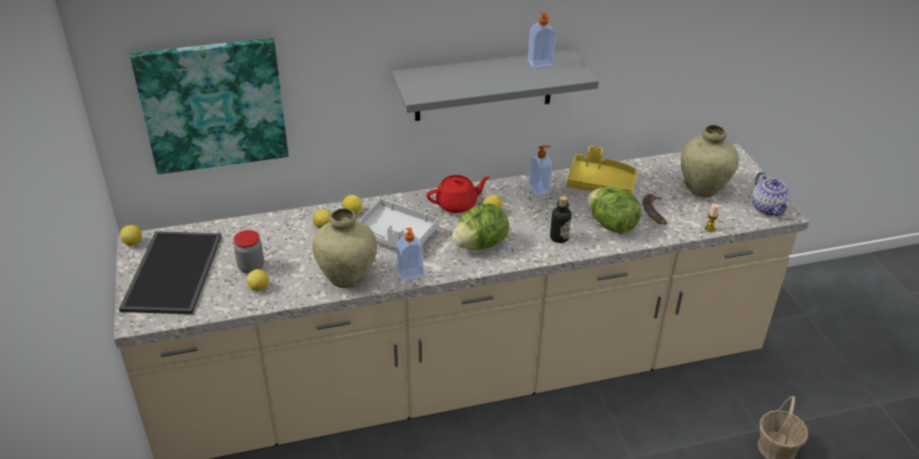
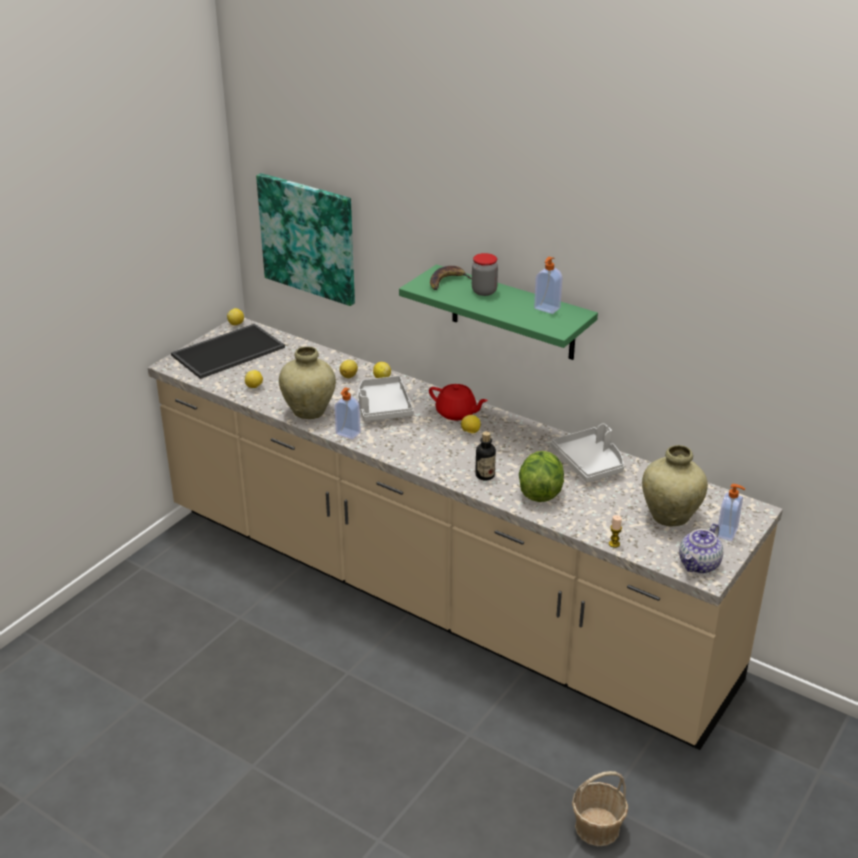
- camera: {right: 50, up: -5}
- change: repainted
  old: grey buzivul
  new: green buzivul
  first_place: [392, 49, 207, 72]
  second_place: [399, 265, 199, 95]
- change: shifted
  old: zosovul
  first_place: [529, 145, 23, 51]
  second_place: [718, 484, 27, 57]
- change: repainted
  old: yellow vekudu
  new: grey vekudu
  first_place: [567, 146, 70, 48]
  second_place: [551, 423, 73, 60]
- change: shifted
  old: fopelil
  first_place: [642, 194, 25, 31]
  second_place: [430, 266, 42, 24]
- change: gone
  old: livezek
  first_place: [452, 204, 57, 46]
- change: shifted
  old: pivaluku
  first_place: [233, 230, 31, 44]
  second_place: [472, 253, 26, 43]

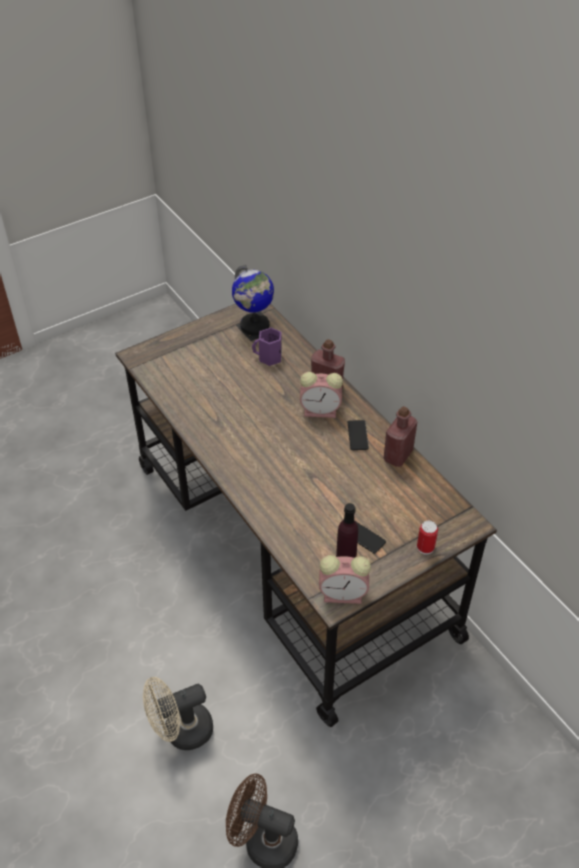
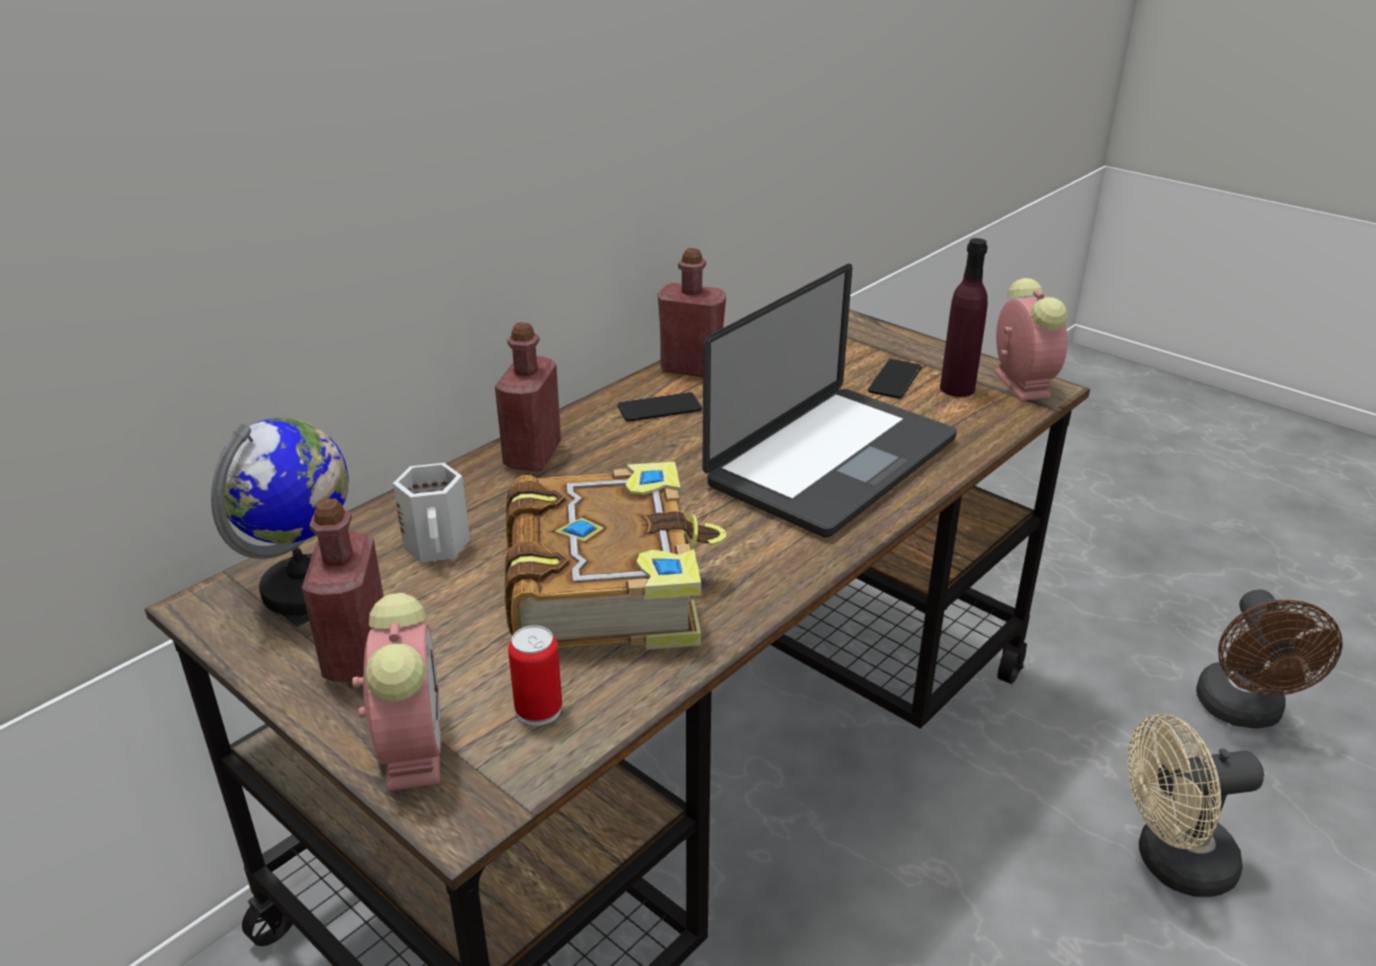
- camera: {right: -105, up: -15}
- change: repainted
  old: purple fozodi
  new: white fozodi
  first_place: [252, 328, 30, 38]
  second_place: [393, 463, 77, 99]
- change: shifted
  old: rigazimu
  first_place: [300, 372, 43, 46]
  second_place: [352, 593, 89, 198]
- change: shifted
  old: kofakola
  first_place: [417, 521, 21, 34]
  second_place: [508, 625, 54, 101]
- change: rotated
  old: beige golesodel
  first_place: [143, 677, 70, 73]
  second_place: [1127, 714, 137, 183]
  degrees: 120
- change: new
  new: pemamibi
  second_place: [702, 264, 255, 273]
- change: new
  new: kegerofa
  second_place: [505, 462, 222, 188]
- change: new
  new: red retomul
  second_place: [302, 499, 82, 183]

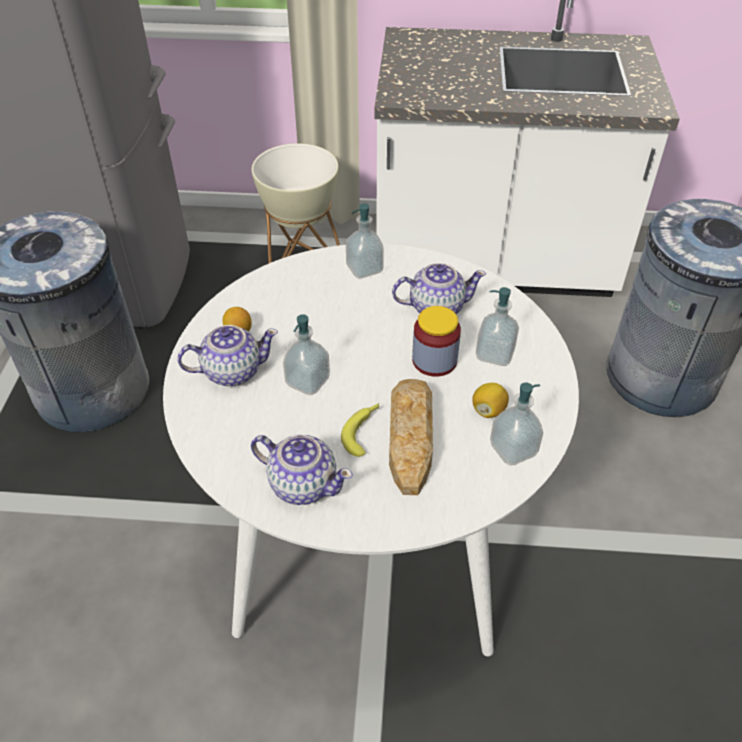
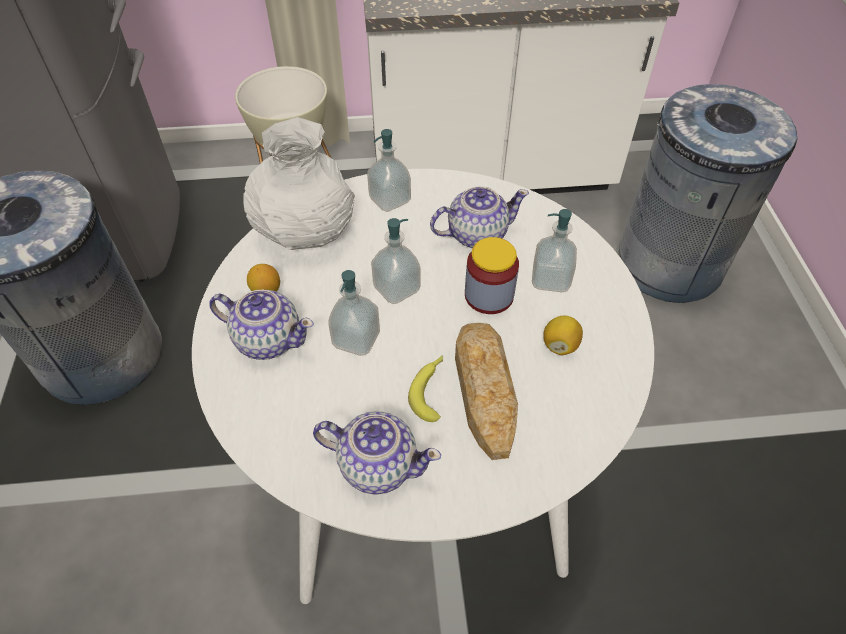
- camera: {right: -10, up: 5}
- change: rotated
  old: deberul
  first_place: [177, 325, 101, 61]
  second_place: [209, 290, 105, 70]
  degrees: 45
- change: shifted
  old: zosovul
  first_place: [490, 382, 53, 83]
  second_place: [371, 218, 50, 86]
- change: new
  new: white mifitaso
  second_place: [243, 117, 112, 133]

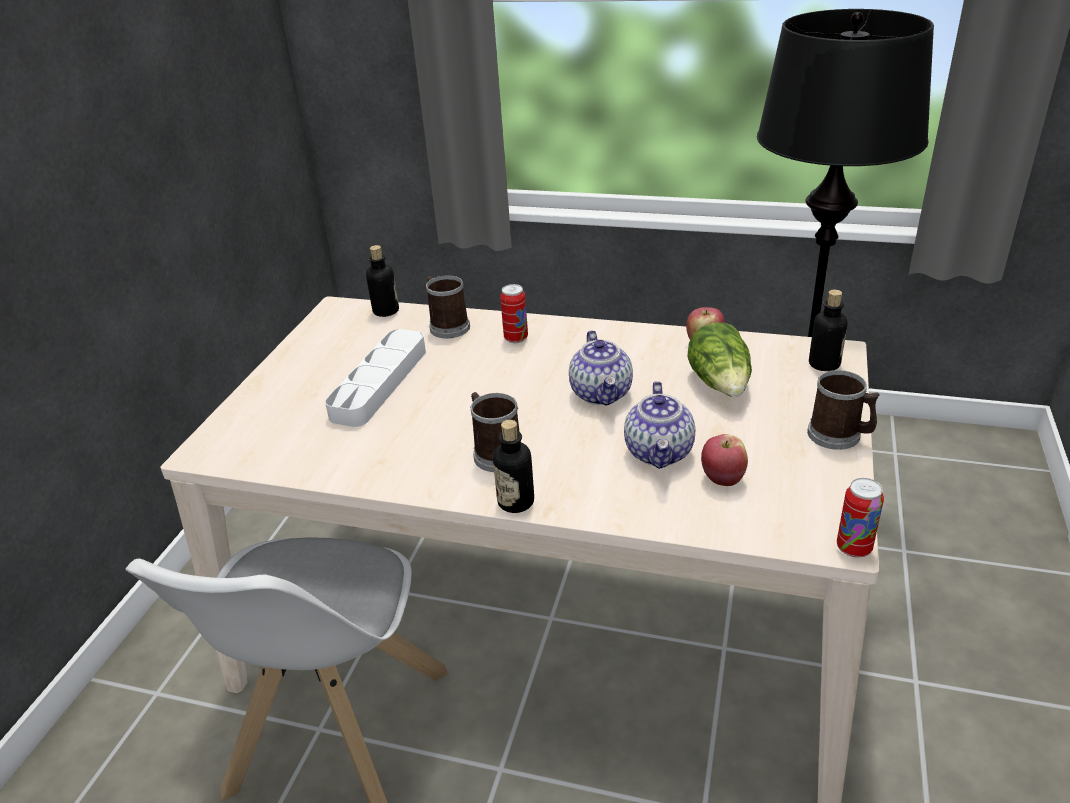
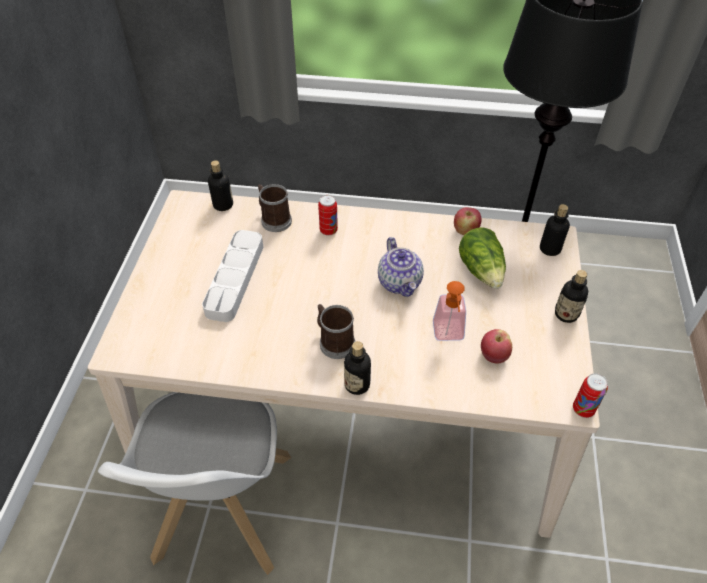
- camera: {right: -10, up: 15}
- change: swapped
  old: fozodi
  new: retomul
  first_place: [807, 370, 72, 80]
  second_place: [555, 270, 33, 53]
- change: swapped
  old: deberul
  new: zosovul
  first_place: [624, 381, 71, 88]
  second_place: [433, 281, 33, 60]

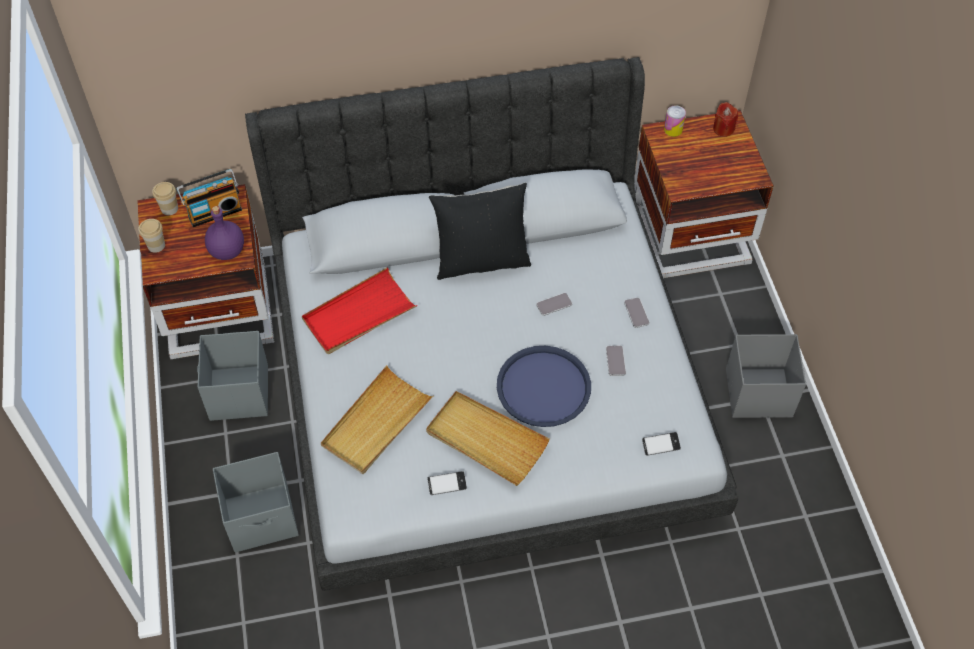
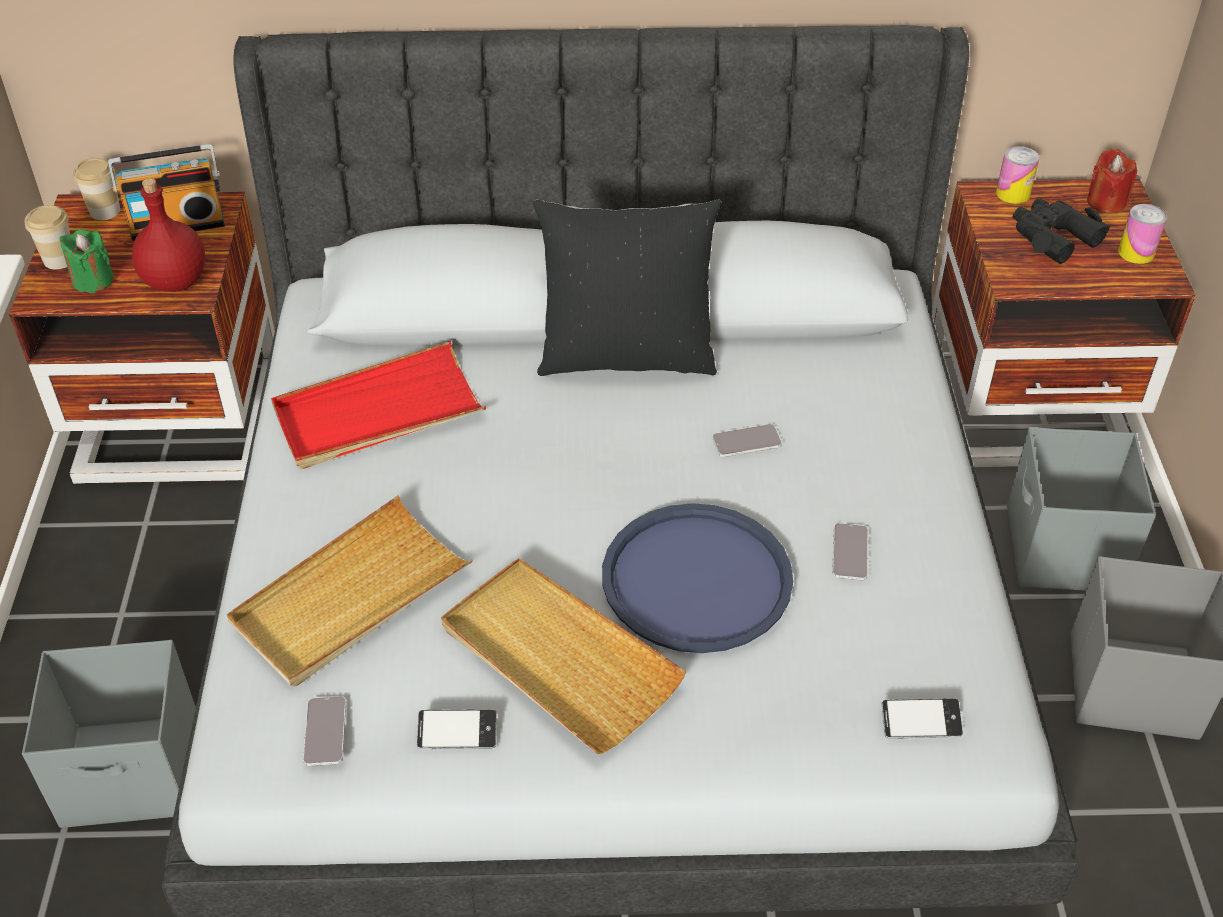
- camera: {right: 10, up: -10}
- change: repainted
  old: purple retomul
  new: red retomul
  first_place: [205, 206, 39, 54]
  second_place: [132, 178, 73, 114]
- change: shifted
  old: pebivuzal
  first_place: [624, 297, 25, 31]
  second_place: [303, 696, 43, 70]
- change: shifted
  old: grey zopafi
  first_place: [197, 331, 71, 90]
  second_place: [1007, 427, 149, 164]
- change: new
  new: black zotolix
  second_place: [1013, 198, 97, 66]
- change: new
  new: kofakola
  second_place: [1118, 204, 49, 60]
- change: new
  new: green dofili
  second_place: [60, 229, 54, 64]

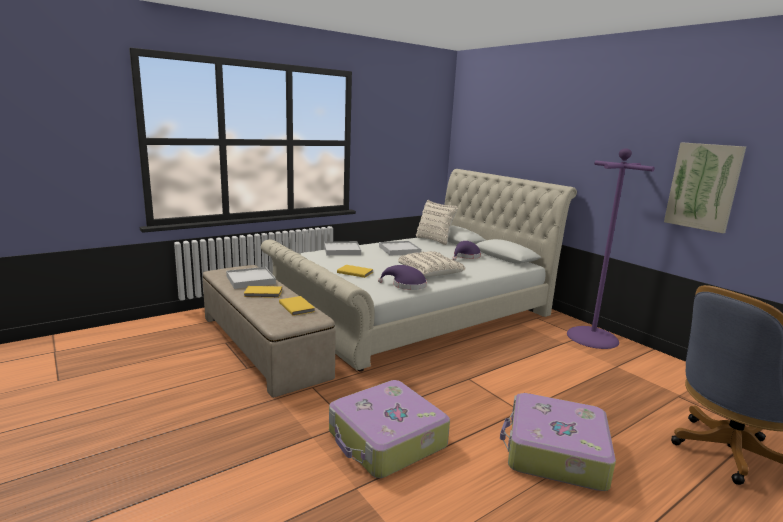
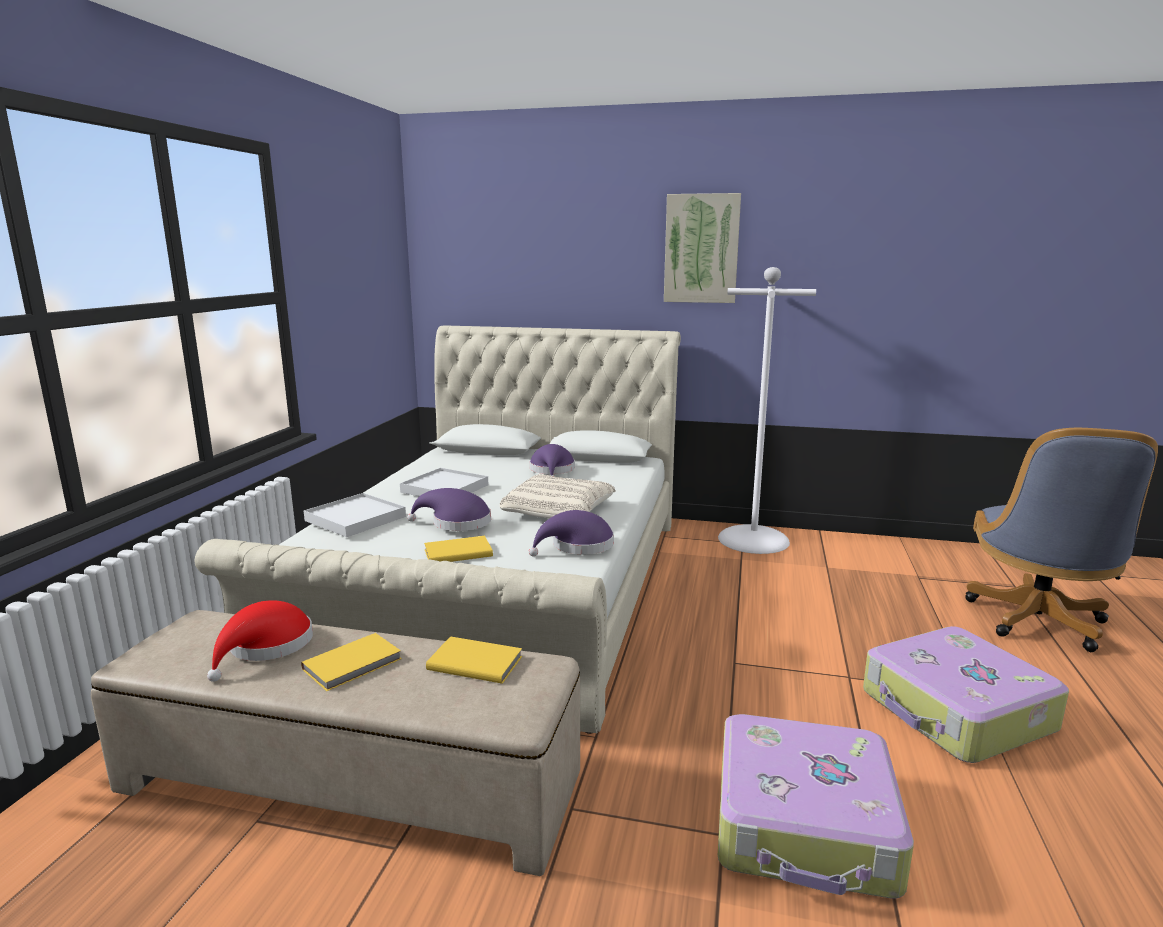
- camera: {right: -40, up: 0}
- change: shifted
  old: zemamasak
  first_place: [664, 142, 82, 91]
  second_place: [664, 193, 77, 110]
- change: repainted
  old: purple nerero
  new: white nerero
  first_place: [567, 148, 88, 201]
  second_place: [718, 267, 98, 287]
- change: gone
  old: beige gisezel
  first_place: [416, 200, 42, 45]
- change: swapped
  old: white vekudu
  new: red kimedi
  first_place: [226, 267, 50, 22]
  second_place: [207, 600, 106, 82]
- change: new
  new: purple kimedi
  second_place: [407, 488, 84, 43]

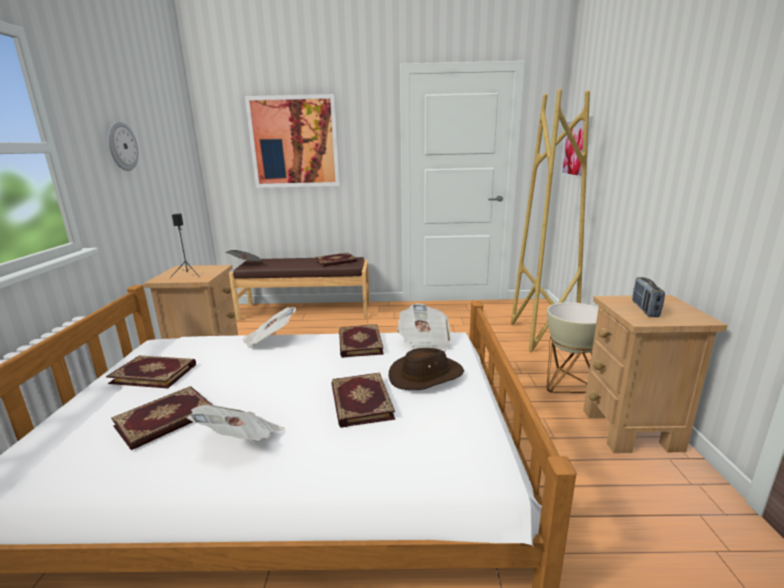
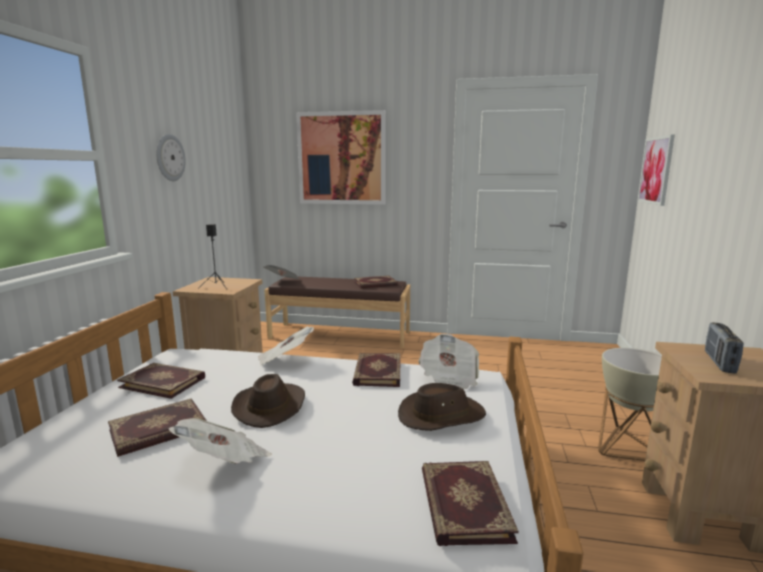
- camera: {right: 10, up: -5}
- change: gone
  old: yellow nerero
  first_place: [511, 89, 79, 263]
- change: shifted
  old: kegerofa
  first_place: [331, 372, 64, 56]
  second_place: [422, 461, 97, 85]
- change: new
  new: brown kimedi
  second_place: [231, 374, 74, 54]

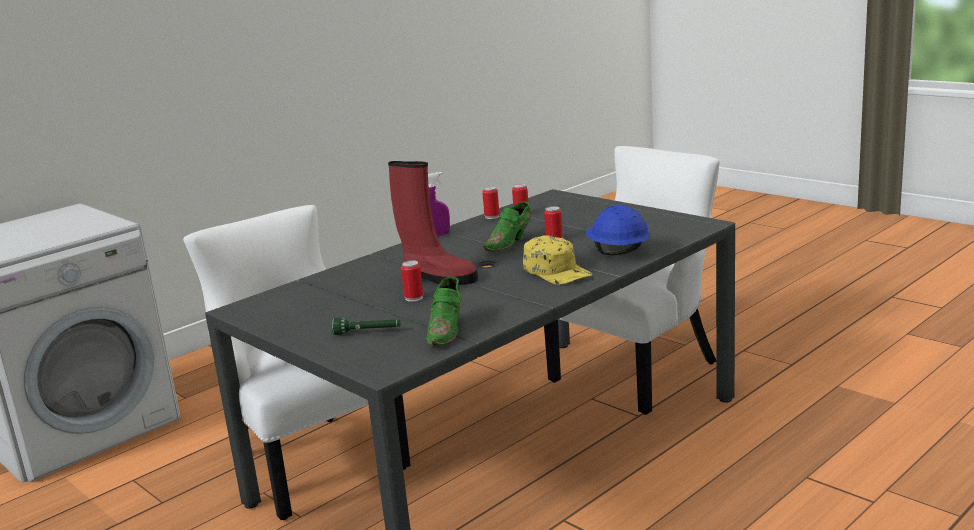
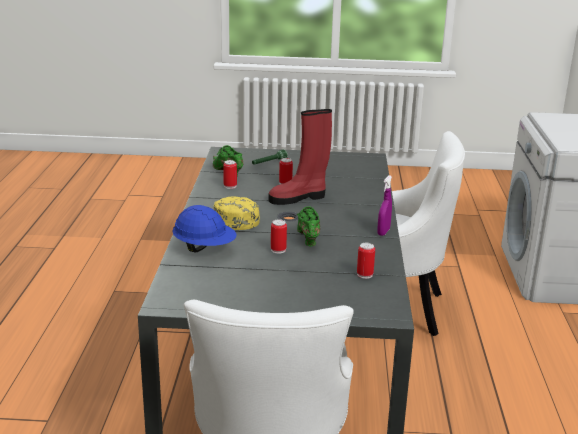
- camera: {right: 135, up: 5}
- change: shifted
  old: kofakola
  first_place: [482, 186, 17, 33]
  second_place: [223, 160, 14, 29]

